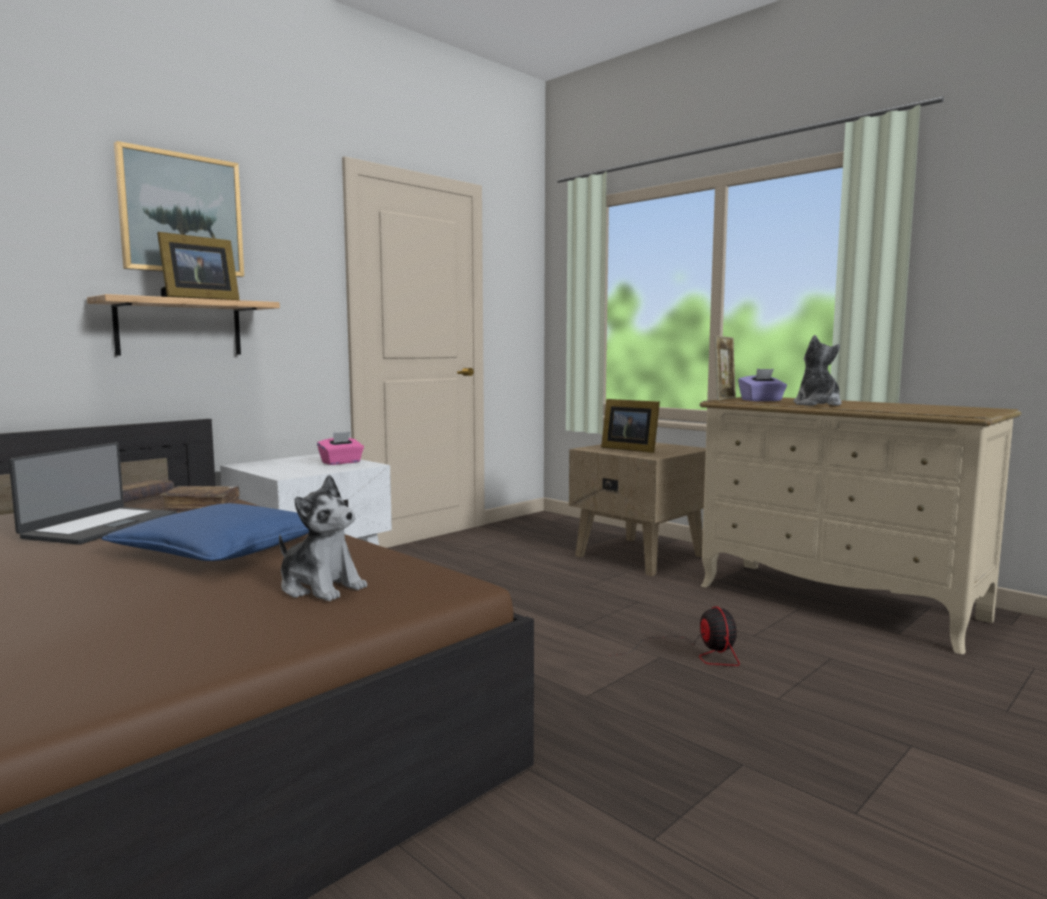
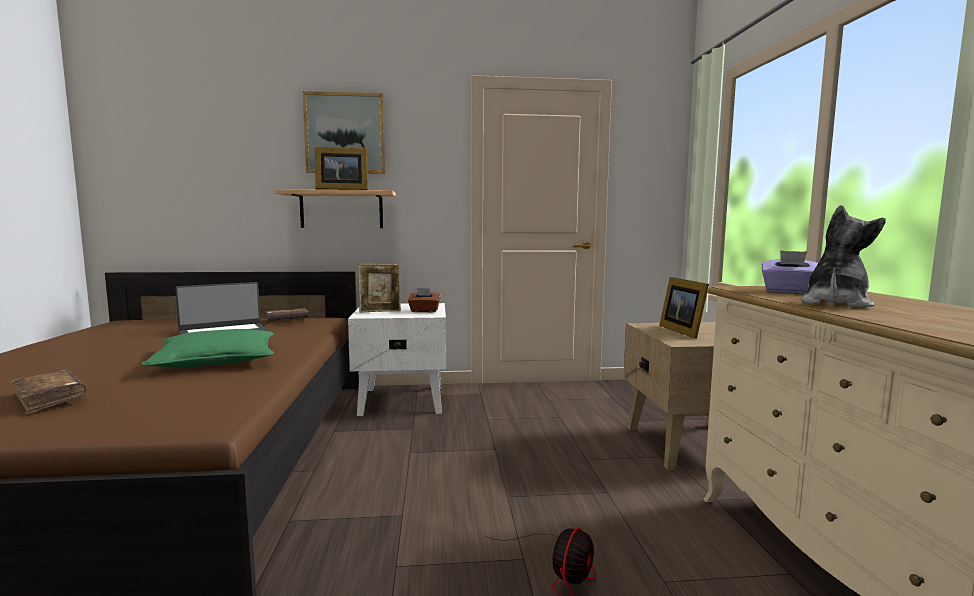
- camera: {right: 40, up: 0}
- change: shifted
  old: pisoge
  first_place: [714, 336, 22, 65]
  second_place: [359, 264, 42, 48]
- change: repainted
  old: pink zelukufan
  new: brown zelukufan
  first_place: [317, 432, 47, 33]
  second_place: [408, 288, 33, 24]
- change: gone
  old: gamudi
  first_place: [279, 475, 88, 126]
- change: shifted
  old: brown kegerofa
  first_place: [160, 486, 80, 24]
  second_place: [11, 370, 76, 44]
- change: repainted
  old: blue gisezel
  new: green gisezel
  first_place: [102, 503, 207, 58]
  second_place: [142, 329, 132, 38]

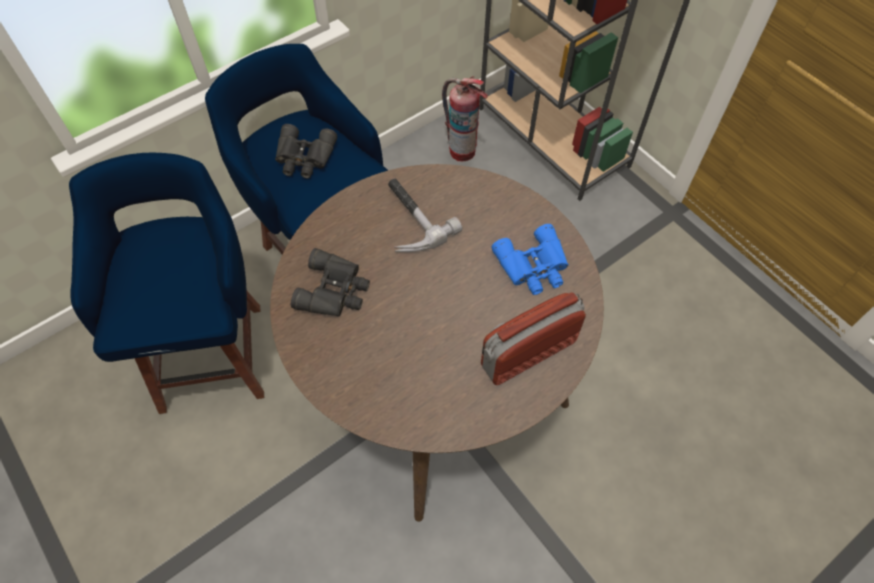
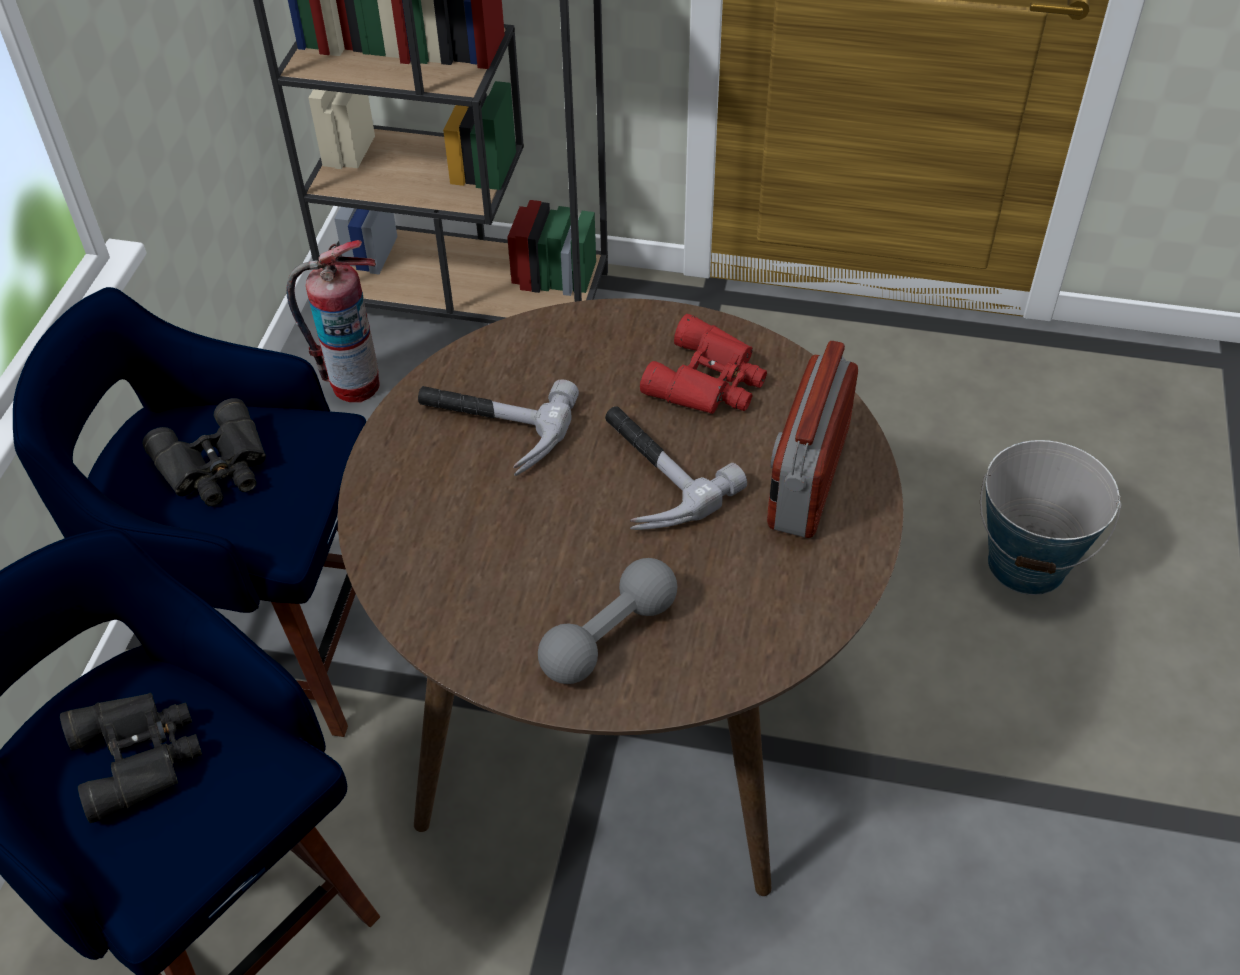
- camera: {right: -40, up: -10}
- change: repainted
  old: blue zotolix
  new: red zotolix
  first_place: [491, 224, 77, 71]
  second_place: [640, 314, 127, 100]
- change: shifted
  old: black zotolix
  first_place: [291, 248, 79, 69]
  second_place: [60, 693, 142, 130]
- change: new
  new: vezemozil
  second_place: [605, 406, 142, 124]
- change: new
  new: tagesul
  second_place: [980, 440, 141, 155]
- change: new
  new: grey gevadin
  second_place: [538, 558, 139, 126]

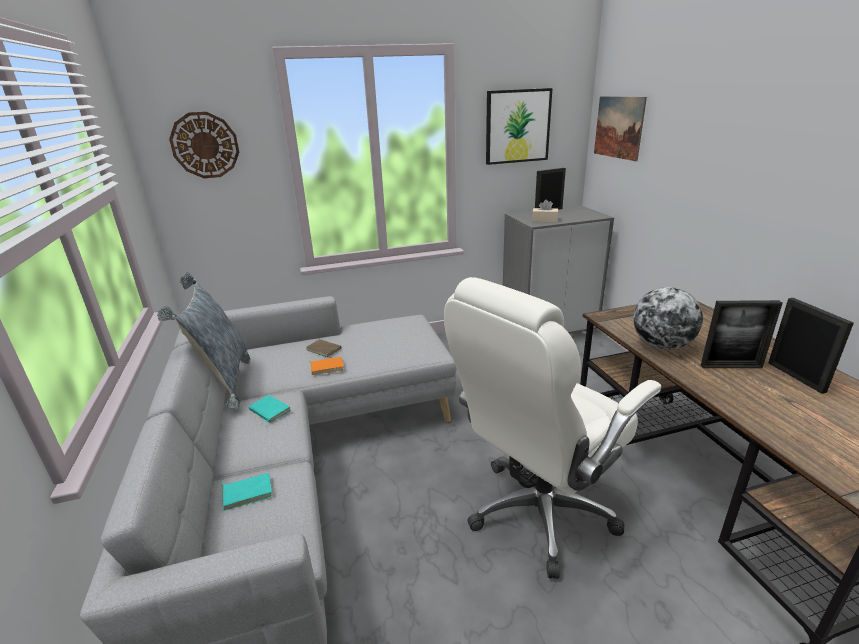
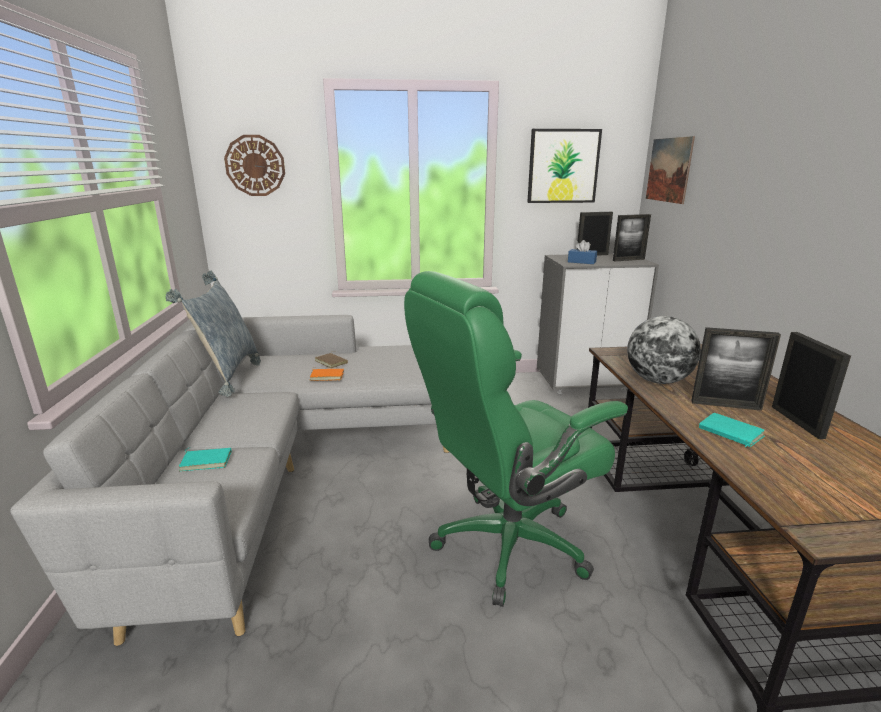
- camera: {right: 10, up: -5}
- change: repainted
  old: beige zelukufan
  new: blue zelukufan
  first_place: [532, 200, 26, 22]
  second_place: [568, 240, 29, 24]
- change: repainted
  old: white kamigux
  new: green kamigux
  first_place: [444, 277, 217, 302]
  second_place: [404, 271, 224, 336]
- change: shifted
  old: turquoise kegerofa
  first_place: [249, 395, 42, 29]
  second_place: [699, 413, 66, 34]
- change: new
  new: pisoge
  second_place: [613, 214, 38, 47]

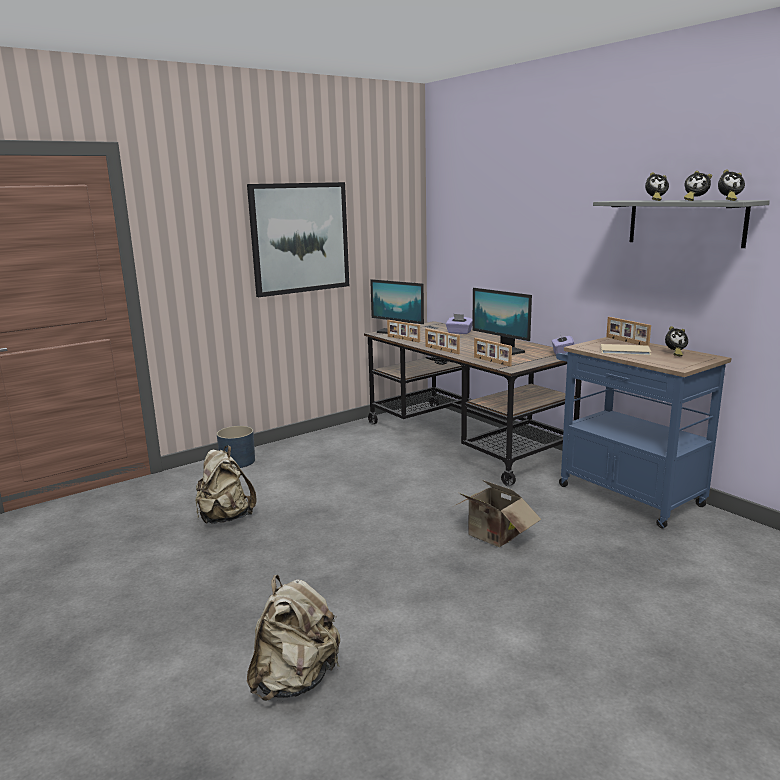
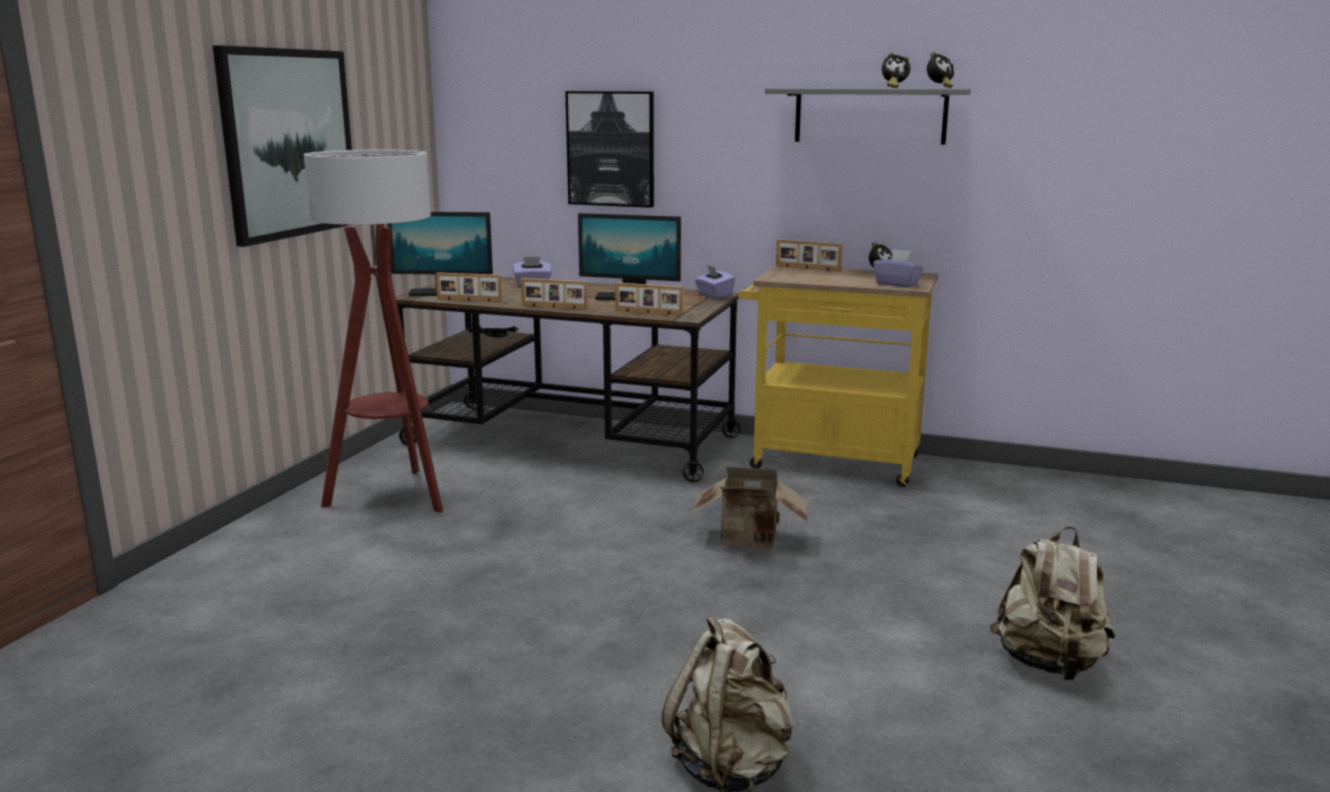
- camera: {right: -35, up: 0}
- change: gone
  old: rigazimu
  first_place: [645, 172, 24, 29]
- change: repainted
  old: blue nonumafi
  new: yellow nonumafi
  first_place: [556, 337, 175, 191]
  second_place: [738, 265, 200, 222]
- change: gone
  old: beige kegerofa
  first_place: [601, 344, 50, 11]
- change: gone
  old: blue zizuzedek
  first_place: [217, 426, 38, 42]
- change: shifted
  old: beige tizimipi
  first_place: [195, 446, 61, 78]
  second_place: [990, 526, 125, 154]
- change: new
  new: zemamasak
  second_place: [565, 91, 89, 117]
- change: new
  new: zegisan
  second_place: [304, 149, 139, 364]
- change: new
  new: purple zelukufan
  second_place: [873, 249, 51, 38]

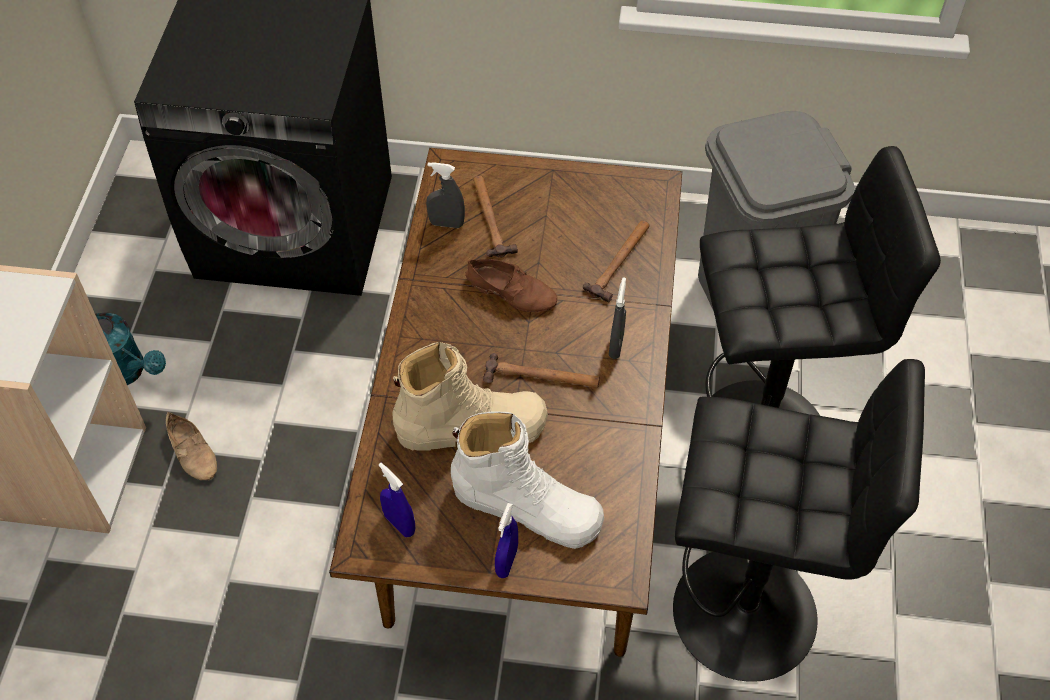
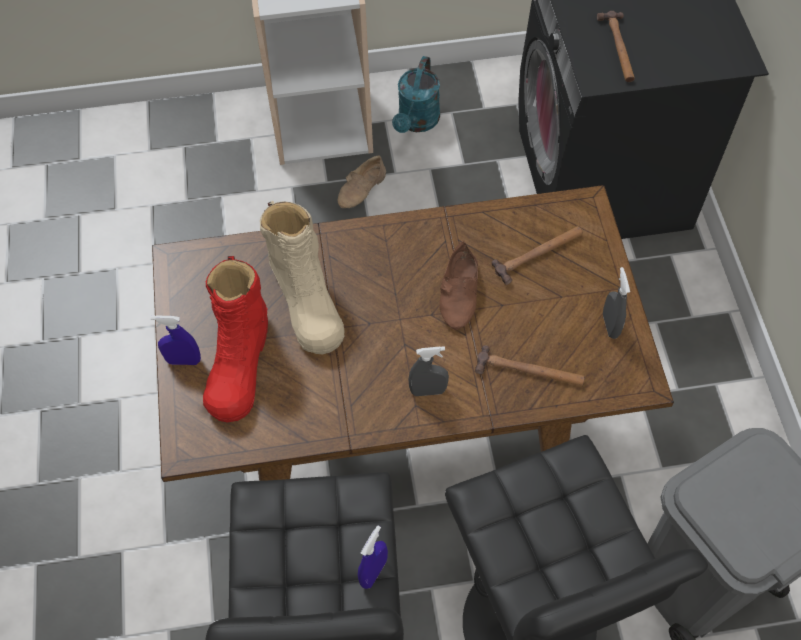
- camera: {right: 75, up: 5}
- change: shifted
  old: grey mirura
  first_place: [426, 162, 39, 66]
  second_place: [603, 267, 27, 72]
- change: shifted
  old: vezemozil
  first_place: [483, 353, 117, 35]
  second_place: [597, 11, 38, 71]
- change: repainted
  old: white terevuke
  new: red terevuke
  first_place: [451, 411, 153, 138]
  second_place: [203, 256, 65, 166]
- change: shifted
  old: blue mirura
  first_place: [379, 463, 36, 74]
  second_place: [358, 525, 30, 64]

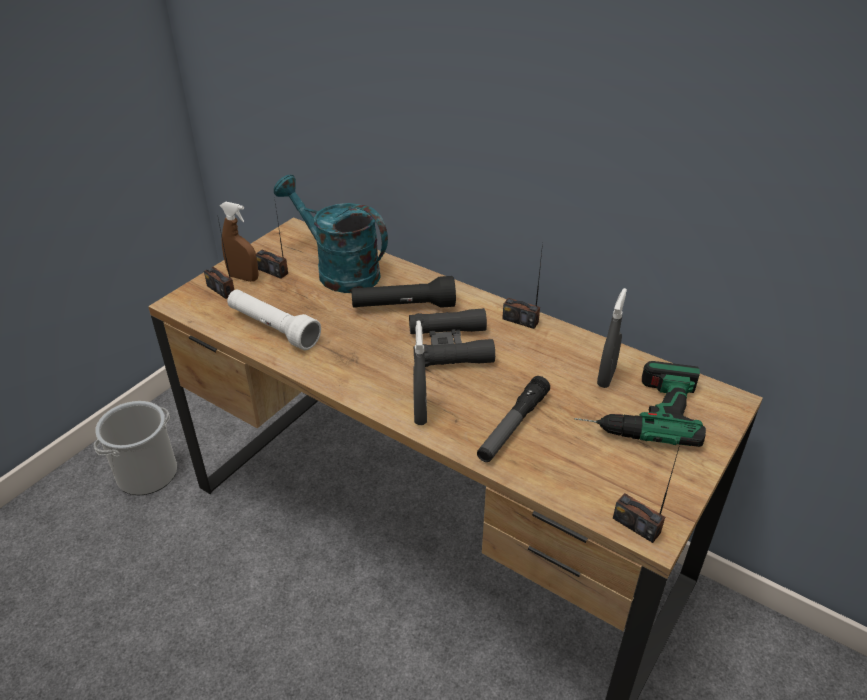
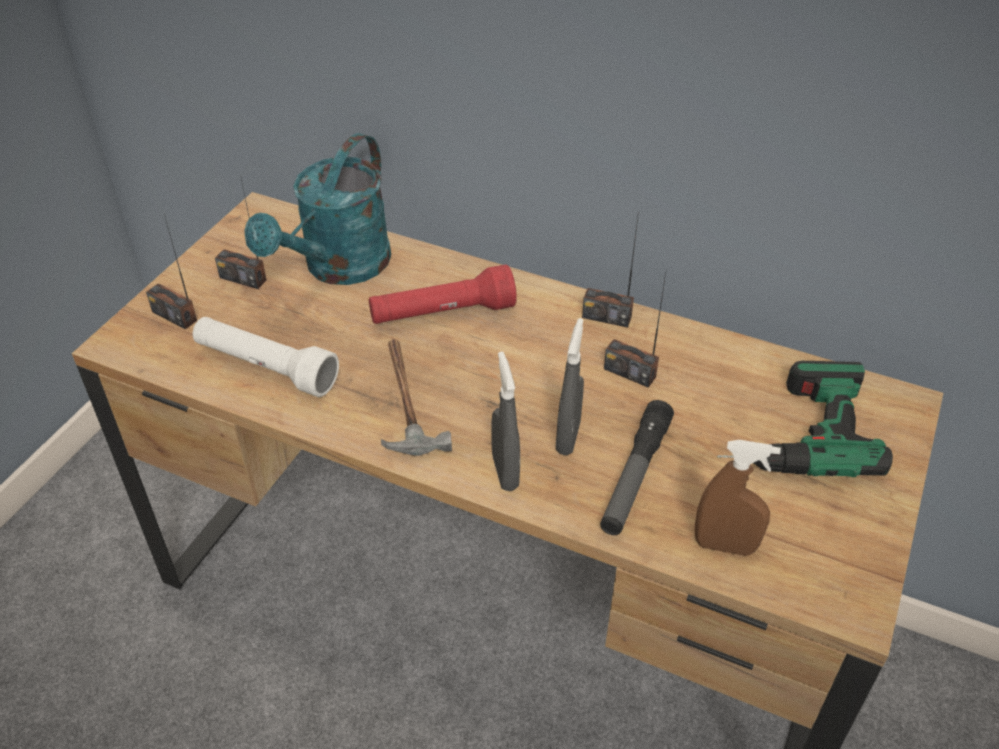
- camera: {right: -10, up: 5}
- change: rotated
  old: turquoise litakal
  first_place: [274, 175, 114, 118]
  second_place: [244, 133, 147, 152]
  degrees: -90
- change: shifted
  old: brown mirura
  first_place: [220, 201, 39, 81]
  second_place: [695, 440, 86, 116]
- change: repainted
  old: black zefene
  new: red zefene
  first_place: [351, 276, 105, 32]
  second_place: [369, 264, 148, 60]
- change: shifted
  old: grey mirura
  first_place: [597, 288, 30, 100]
  second_place: [556, 318, 28, 137]
- change: gone
  old: black zotolix
  first_place: [409, 308, 86, 59]
- change: gone
  old: tagesul
  first_place: [94, 401, 83, 94]
- change: shifted
  old: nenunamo
  first_place: [613, 445, 67, 98]
  second_place: [604, 273, 62, 115]
- change: new
  new: vezemozil
  second_place: [381, 340, 71, 116]

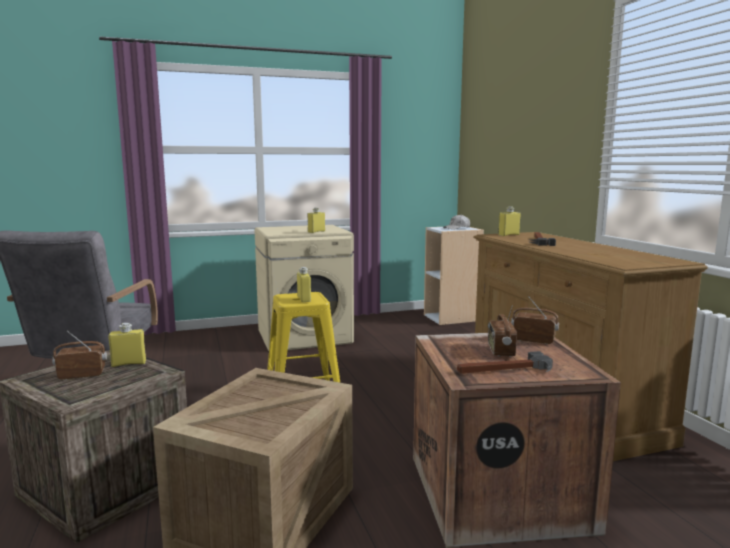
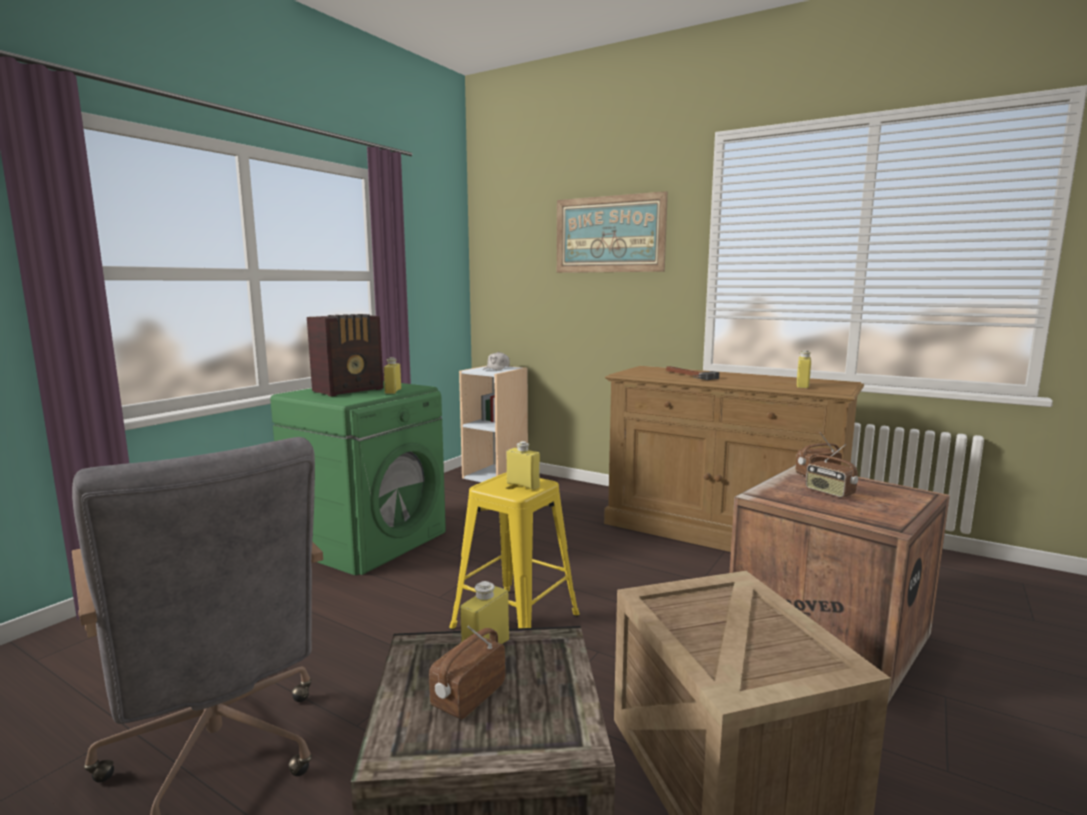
- camera: {right: -40, up: 0}
- change: shifted
  old: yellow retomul
  first_place: [498, 207, 22, 29]
  second_place: [797, 350, 14, 38]
- change: repainted
  old: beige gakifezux
  new: green gakifezux
  first_place: [254, 225, 100, 126]
  second_place: [270, 381, 176, 194]
- change: gone
  old: vezemozil
  first_place: [457, 351, 96, 23]
- change: new
  new: zemamasak
  second_place: [557, 191, 111, 82]
- change: new
  new: nenunamo
  second_place: [307, 314, 76, 82]

